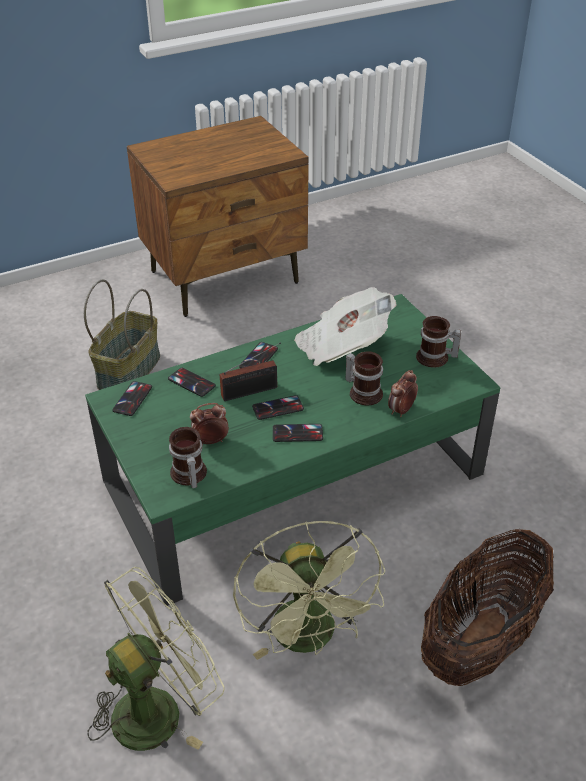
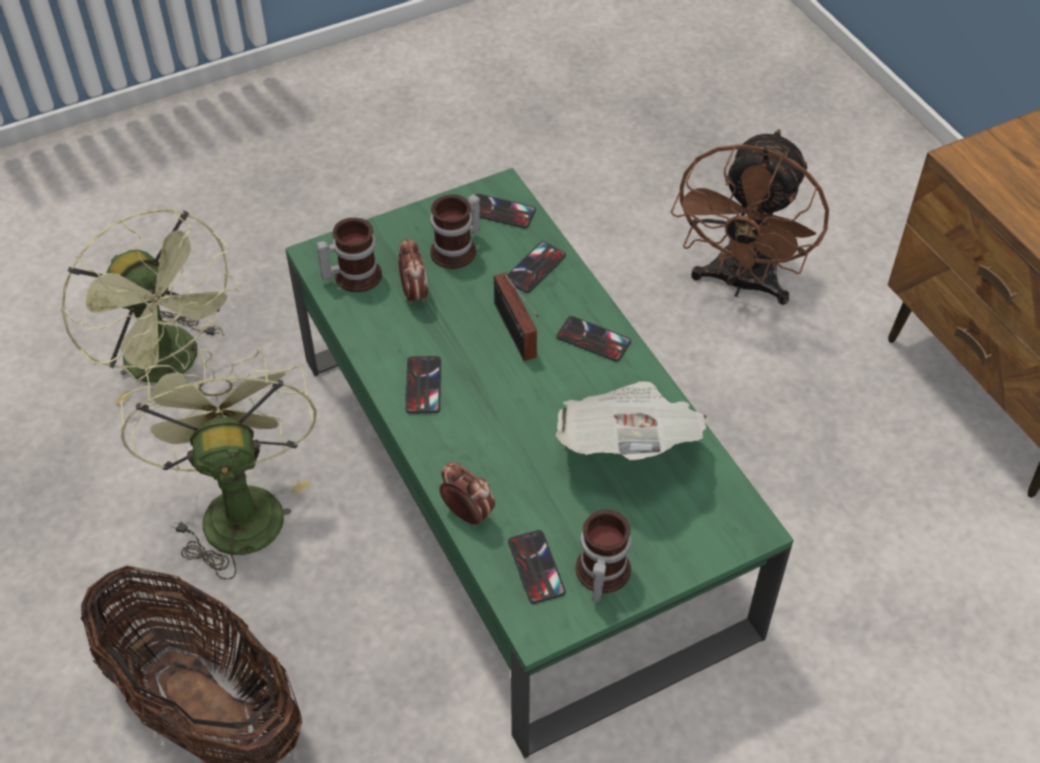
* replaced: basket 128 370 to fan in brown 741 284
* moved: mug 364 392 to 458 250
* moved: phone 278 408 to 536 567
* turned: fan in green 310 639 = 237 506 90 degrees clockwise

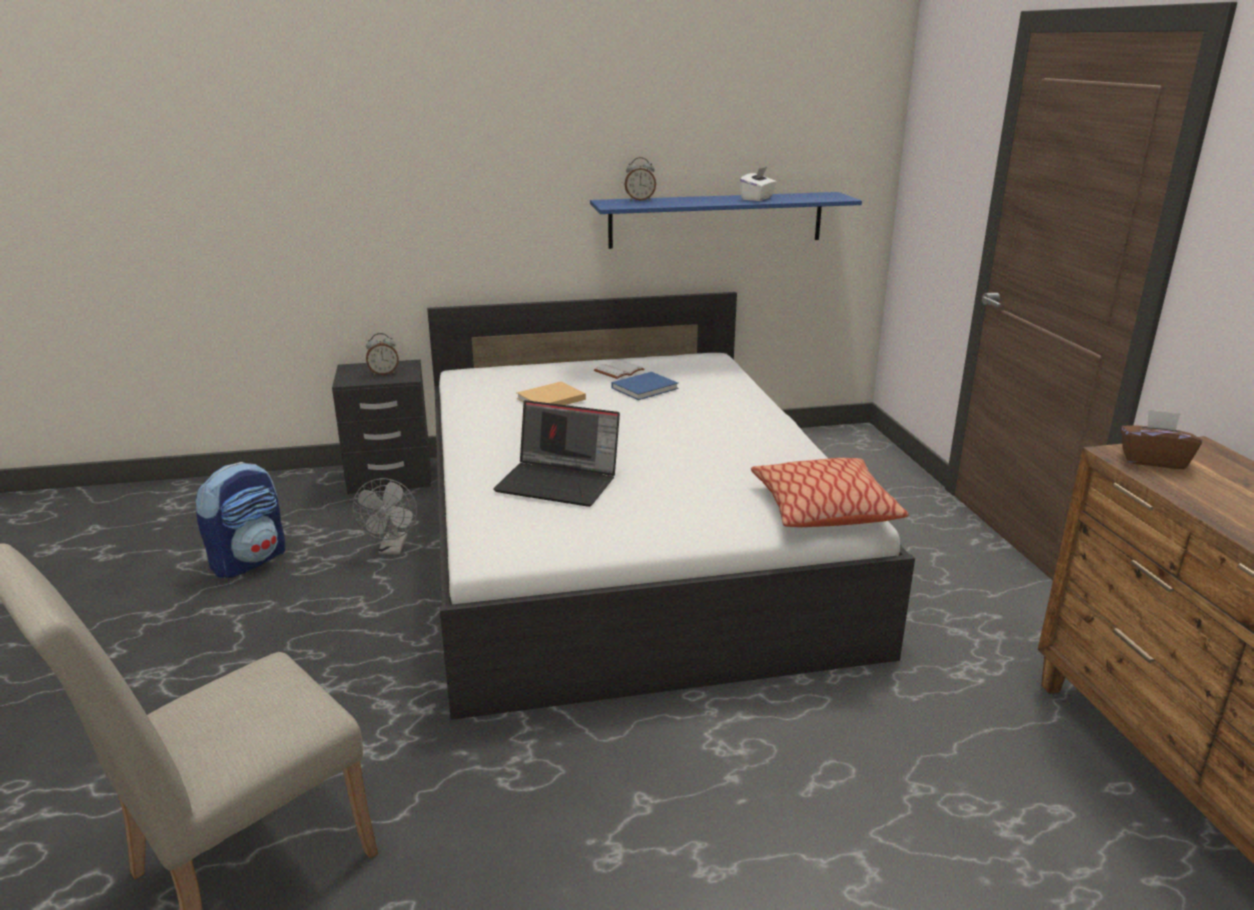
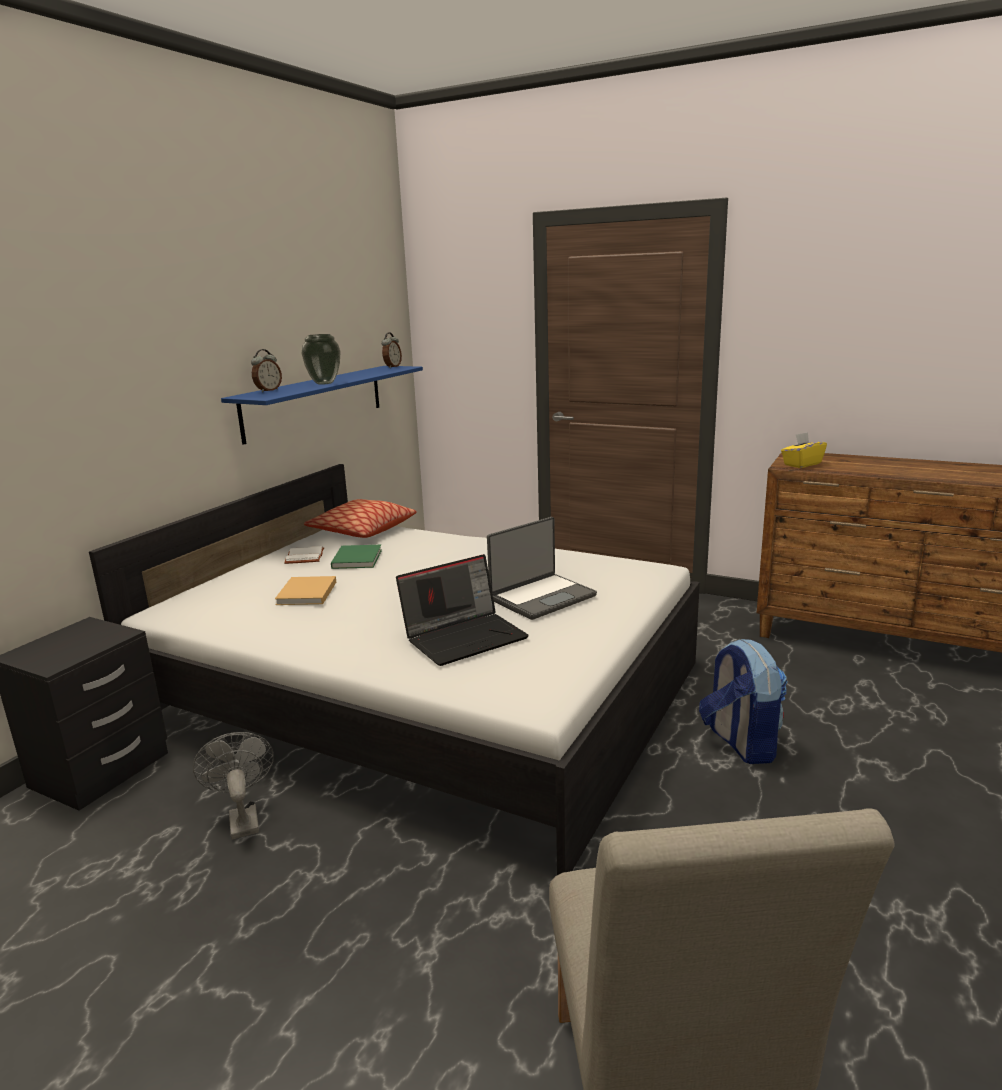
* removed: tissue box in white 757 198
* moved: alarm clock 384 373 to 392 367
* recoloured: book in blue 646 388 to book in green 357 558
* recoloured: tissue box in brown 1153 460 to tissue box in yellow 802 464
* moved: pillow 823 509 to 362 530
* moved: backpack 249 560 to 740 743
* turned: fan in grey 392 549 = 242 818 150 degrees counterclockwise
* added: vase 325 383
* added: laptop 542 597

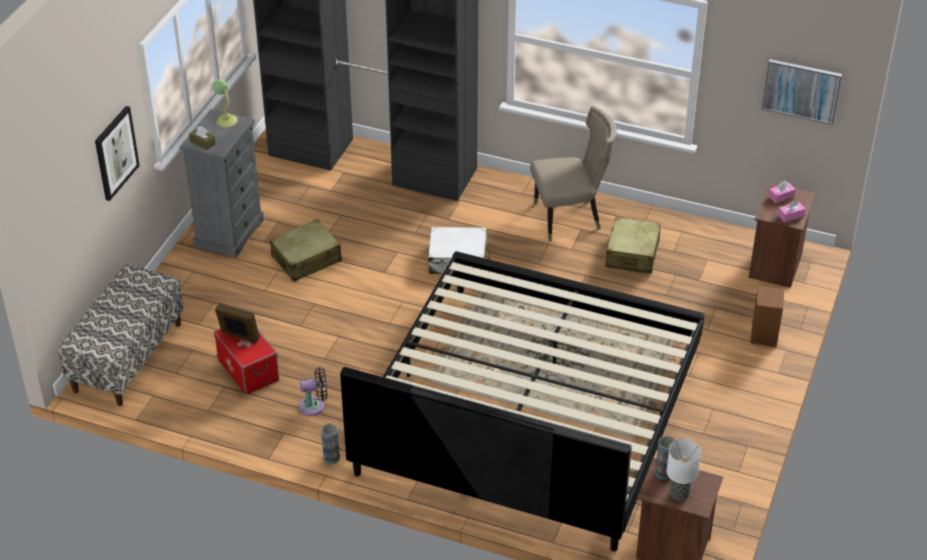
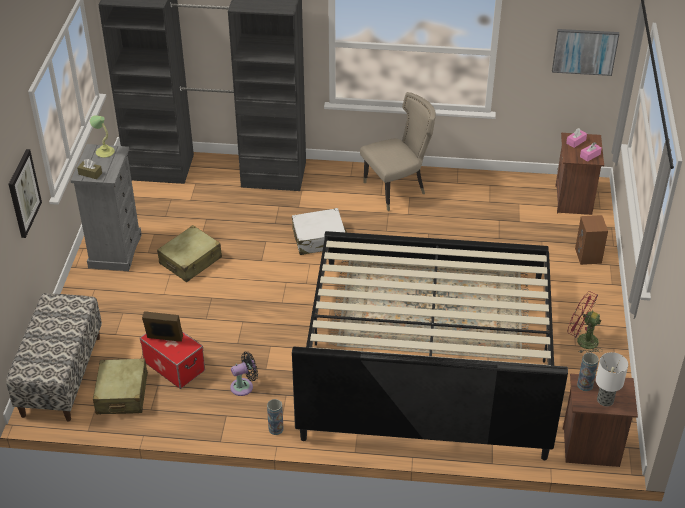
* moved: suitcase in beige 632 254 to 122 394
* added: fan in red 582 340

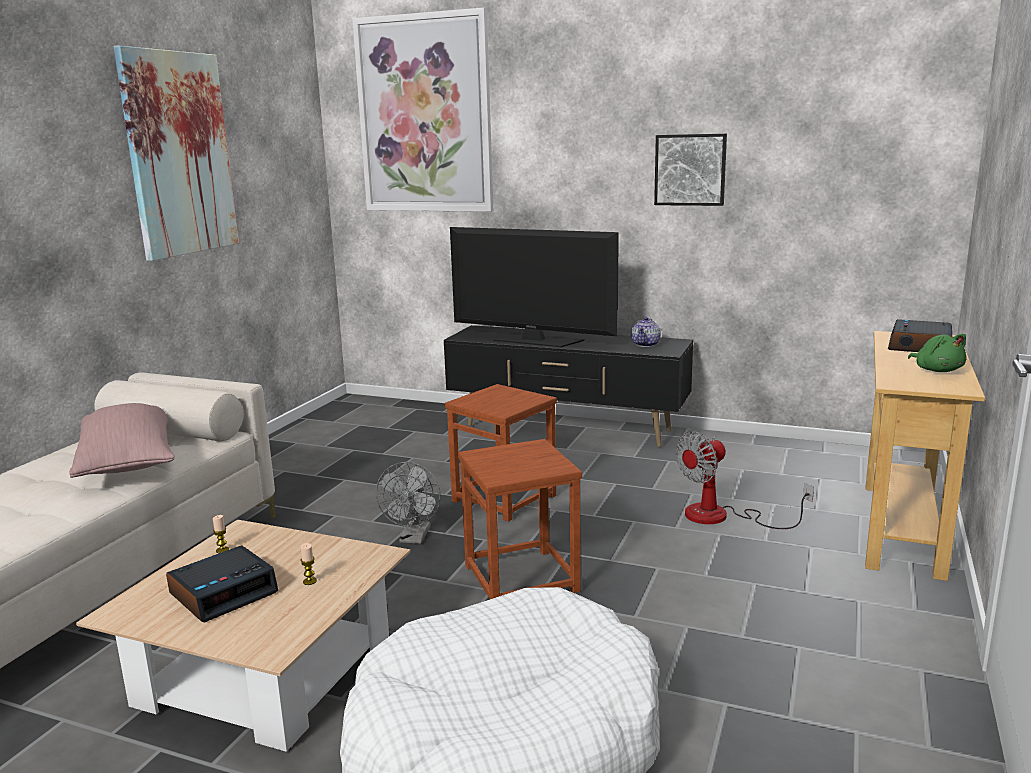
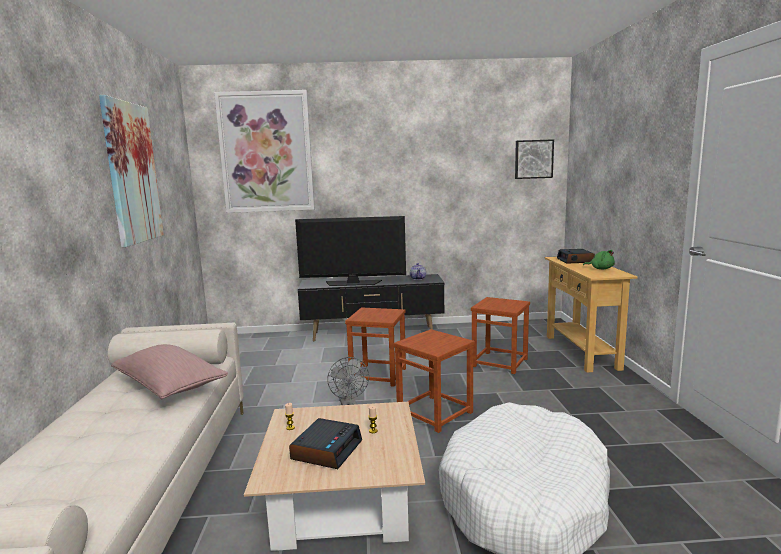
* moved: picture 690 169 to 533 159
* replaced: fan 722 517 to stool in brown 500 362

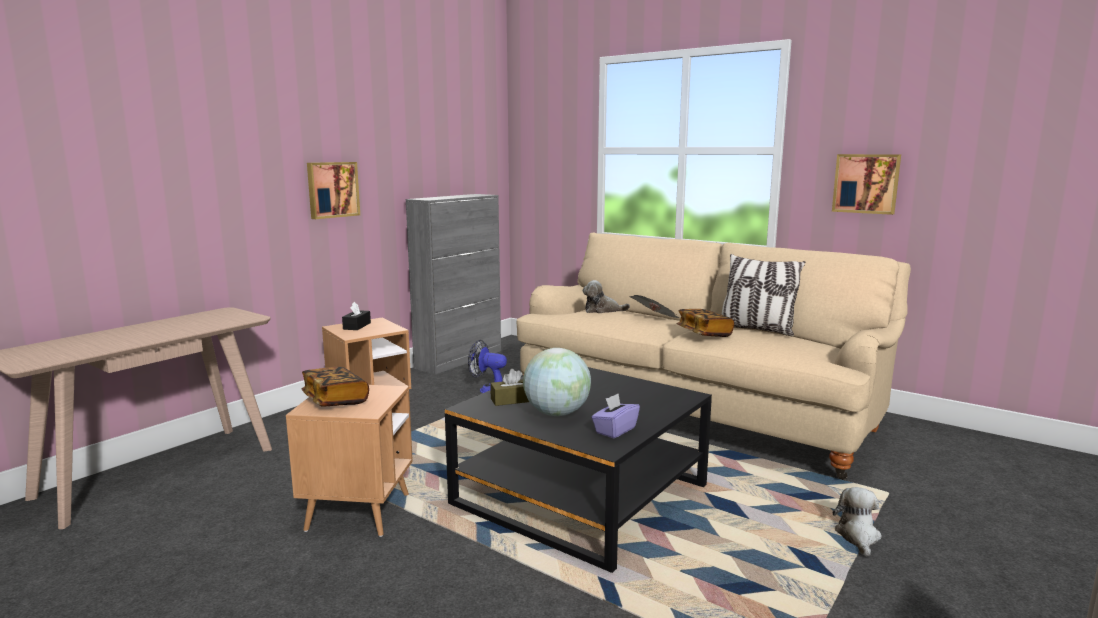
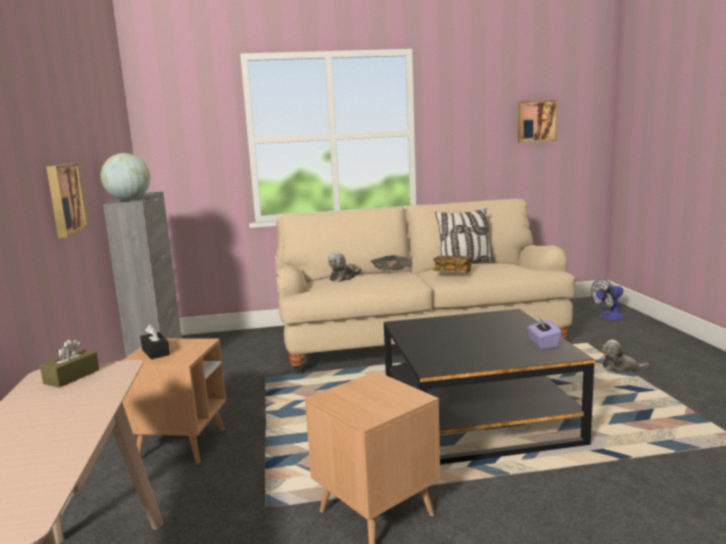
* moved: picture 866 183 to 536 121
* moved: fan 489 389 to 608 317
* moved: globe 556 413 to 129 200
* removed: book 335 400
* moved: tissue box in brown 511 400 to 72 377
* turned: plush toy 858 537 = 620 368 45 degrees counterclockwise

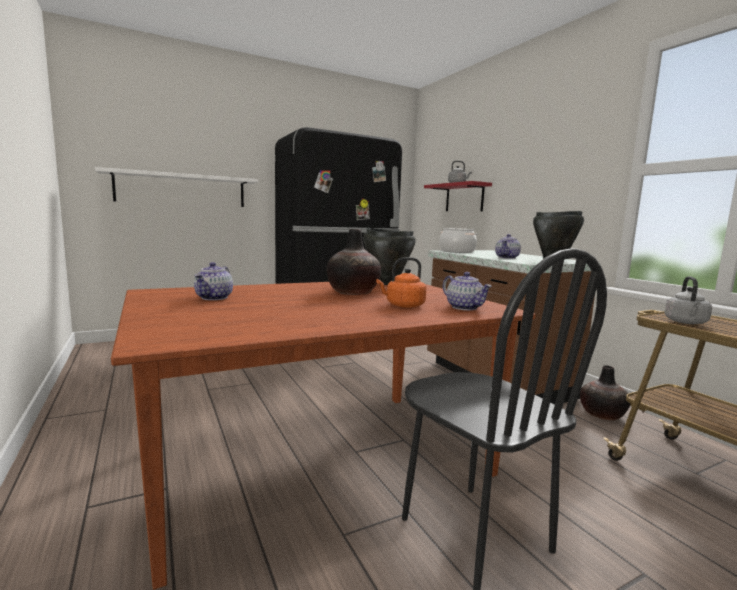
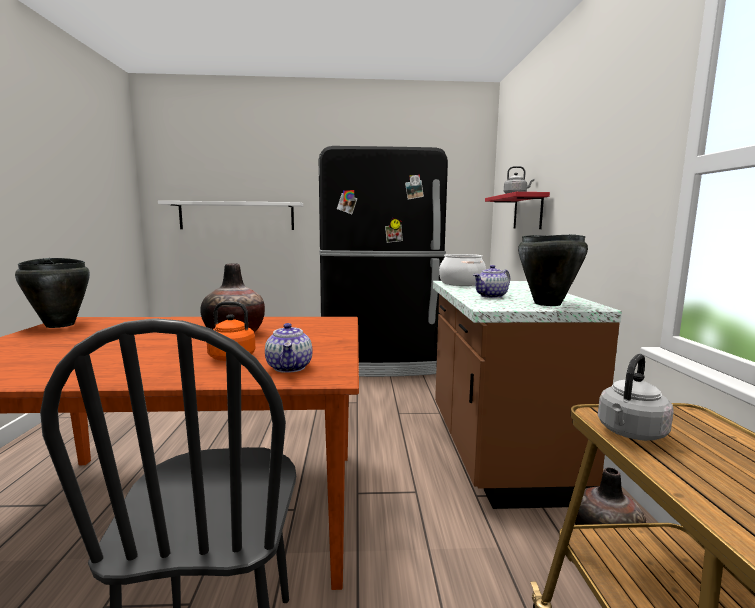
* moved: cooking pot in black 386 283 to 60 325
* removed: teapot 214 298

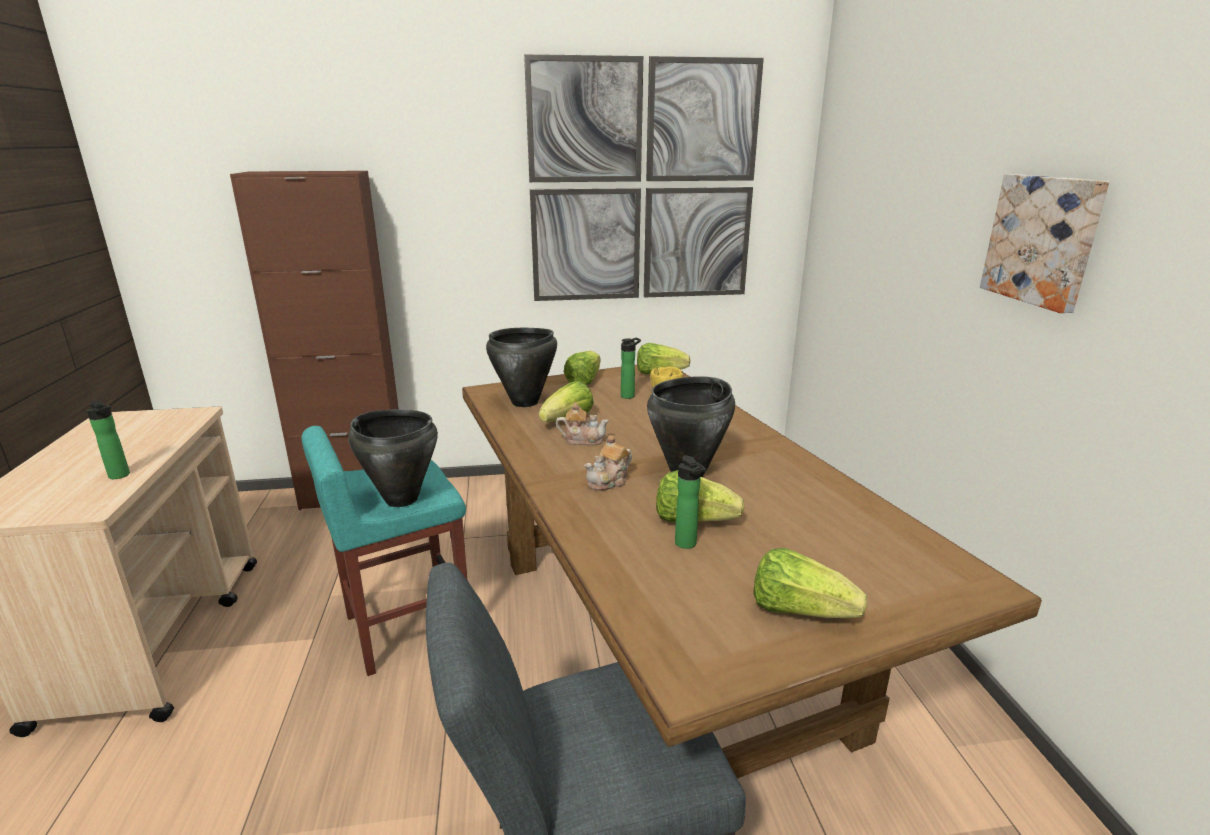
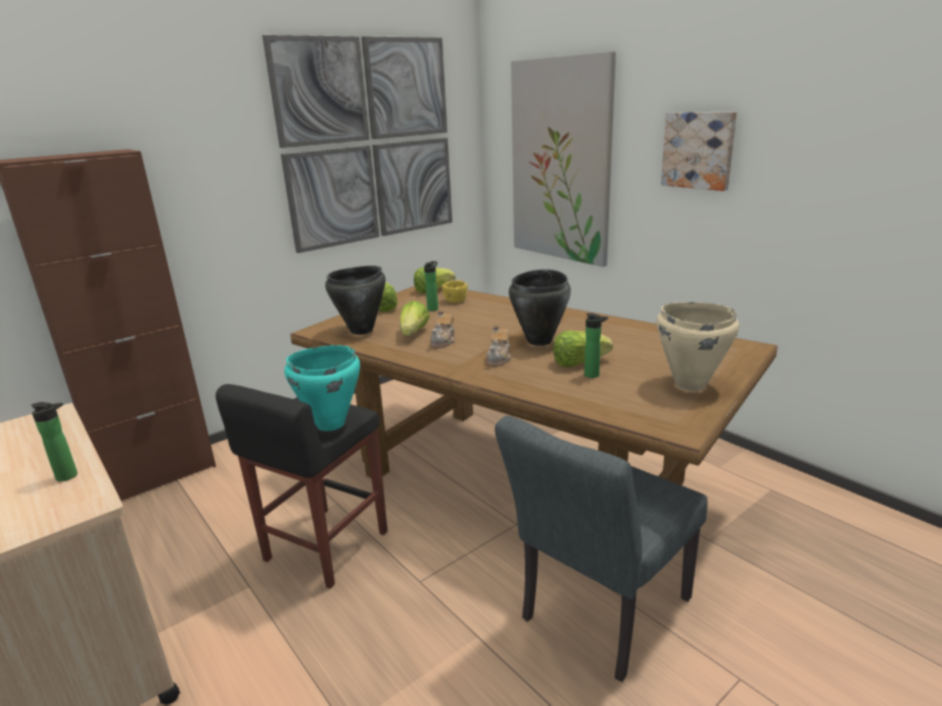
* turned: teapot 583 440 = 443 341 135 degrees clockwise
* recoloured: cooking pot in black 401 499 to cooking pot in turquoise 330 424
* recoloured: stool in turquoise 405 628 to stool in black 325 547
* replaced: lettuce 799 610 to cooking pot in beige 689 384
* added: picture 560 162

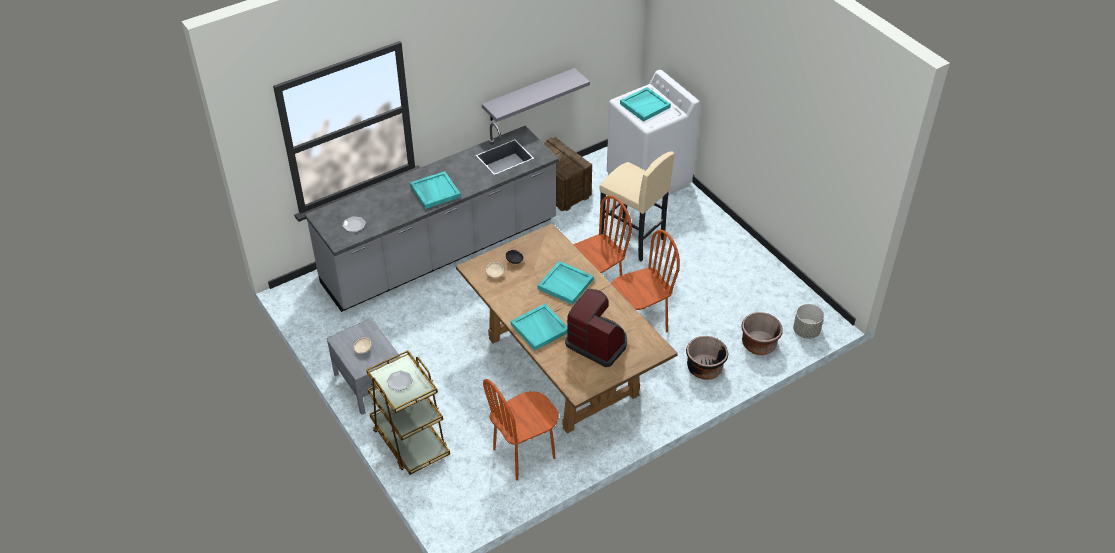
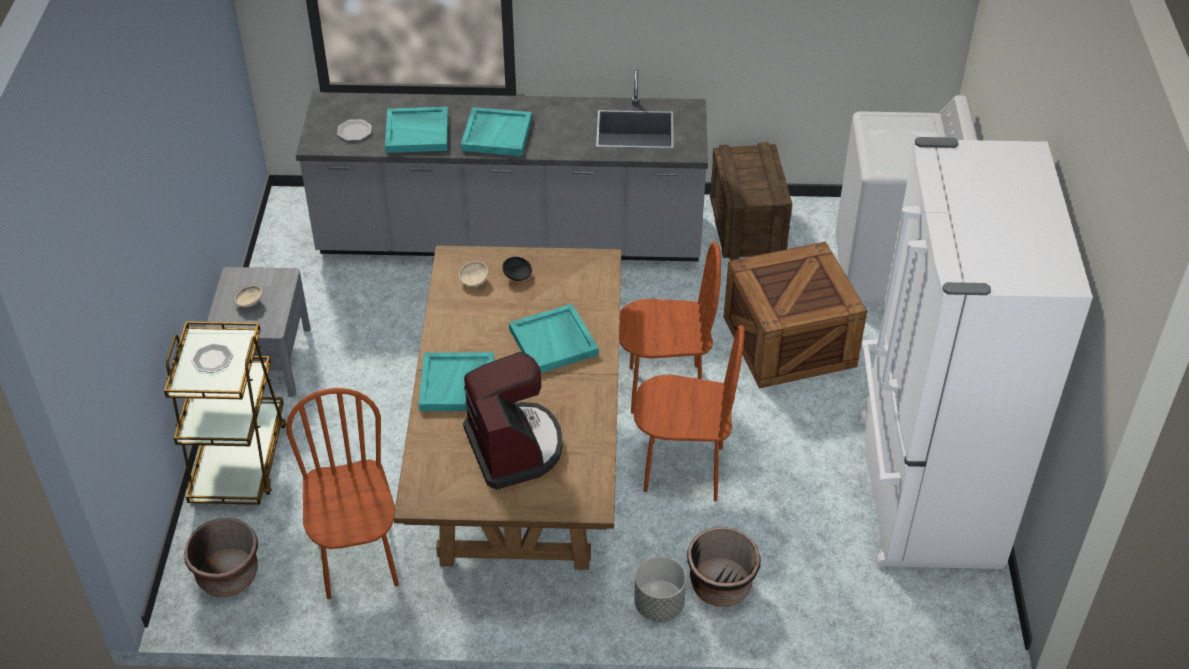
* removed: shelf in grey 529 95
* moved: tray in turquoise 645 105 to 418 132
* replaced: stool in beige 632 239 to crate 788 343
* moved: planter in grey 806 331 to 659 605
* moved: planter in brown 758 344 to 228 575
* turned: chair in brown 524 454 = 358 561 75 degrees clockwise
* added: fridge in white 923 491

